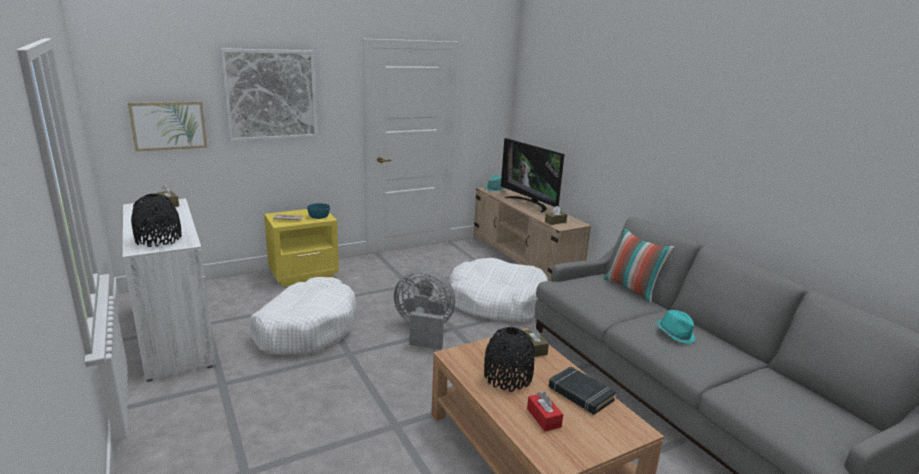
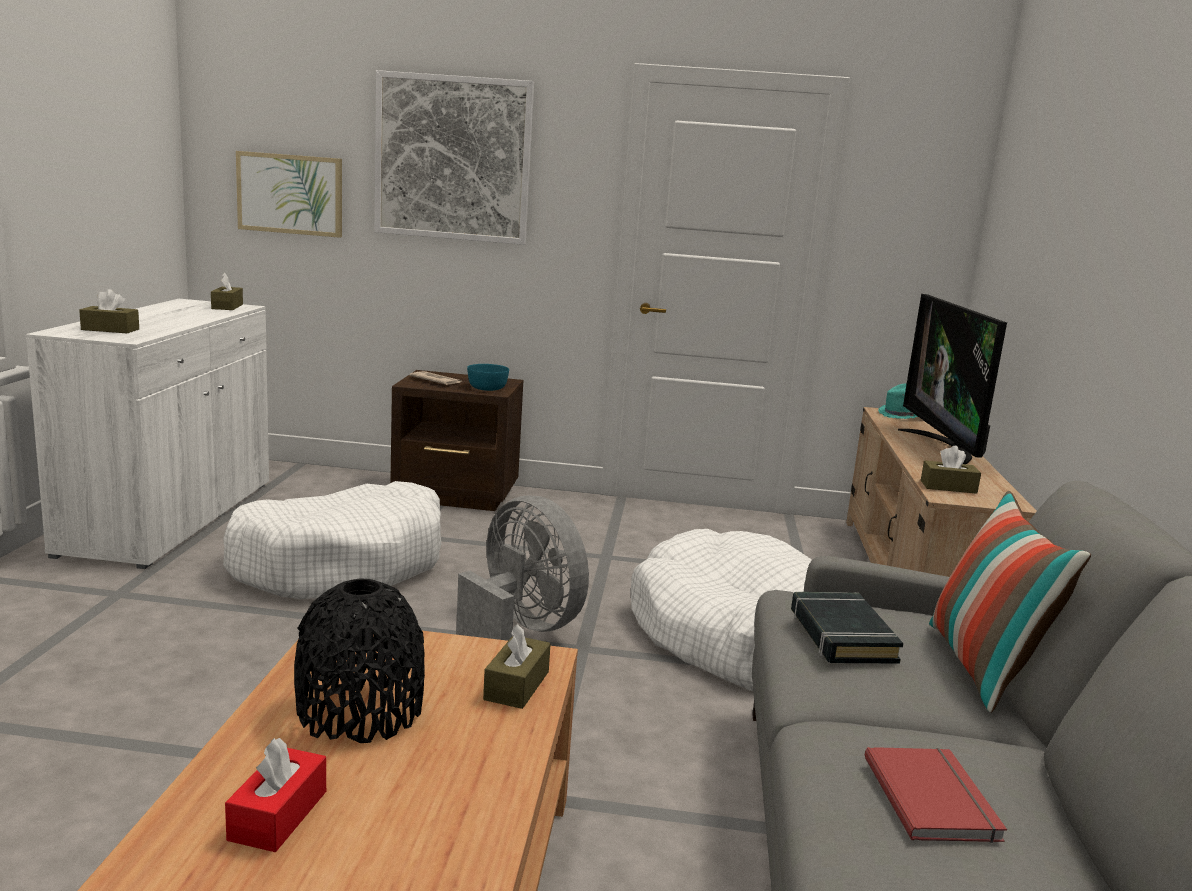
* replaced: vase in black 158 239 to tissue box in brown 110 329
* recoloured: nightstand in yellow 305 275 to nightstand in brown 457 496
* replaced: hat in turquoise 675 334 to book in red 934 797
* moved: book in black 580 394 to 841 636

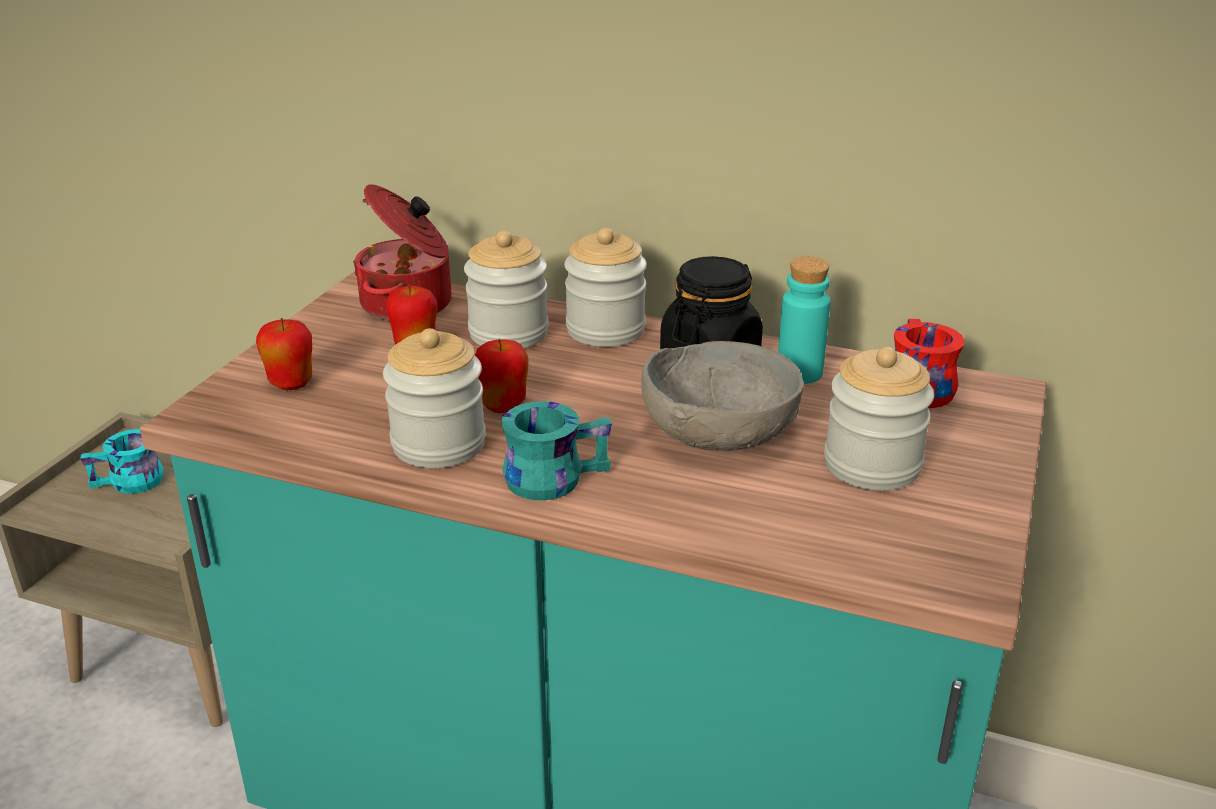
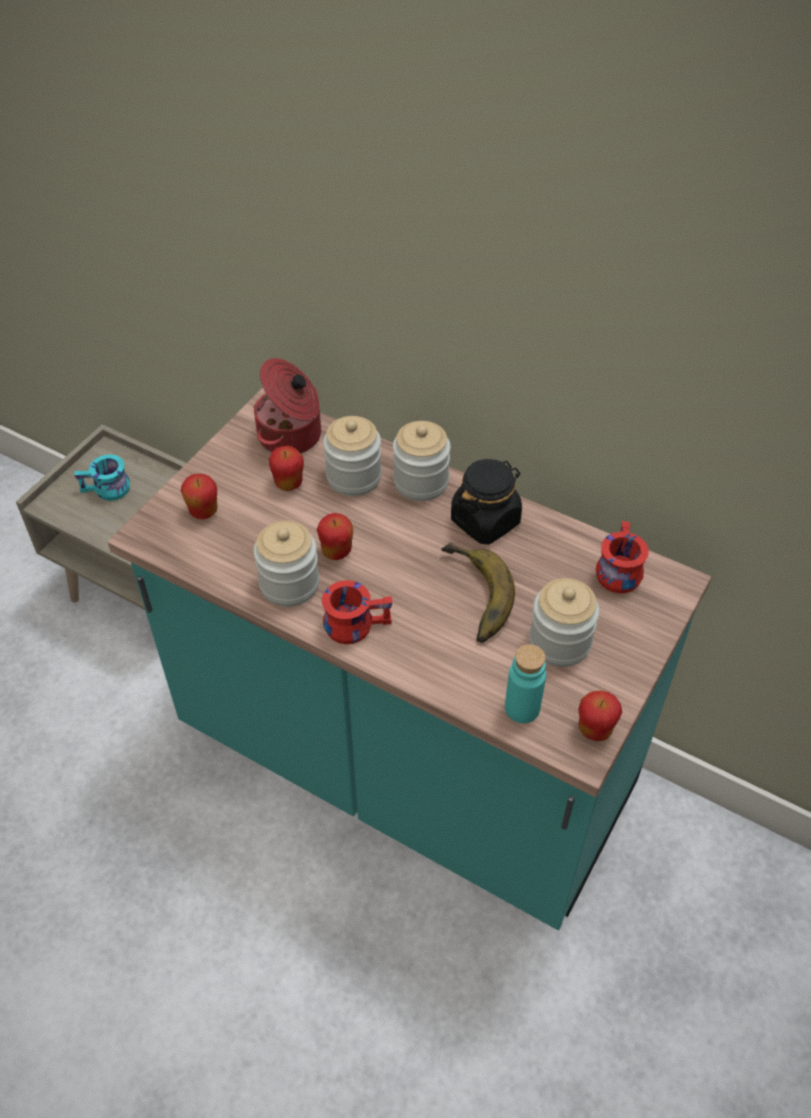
* moved: bottle in turquoise 799 373 to 522 708
* replaced: bowl in grey 718 432 to banana 470 597
* recoloured: mug in turquoise 553 474 to mug in red 355 622
* added: apple 595 730

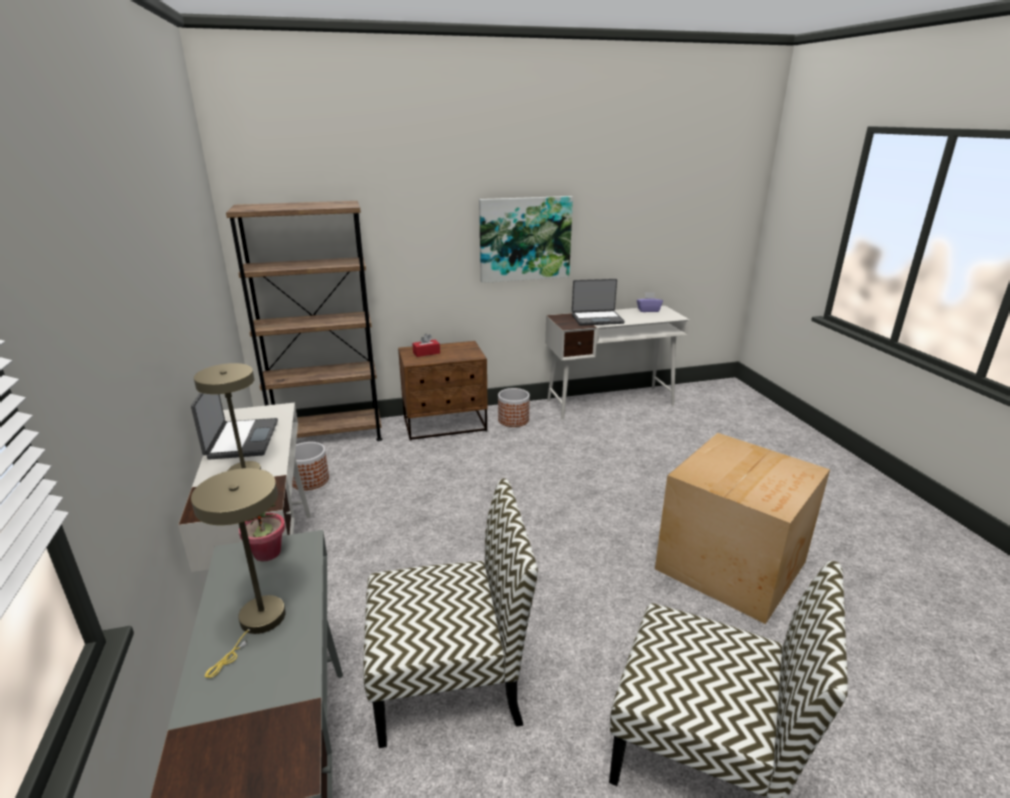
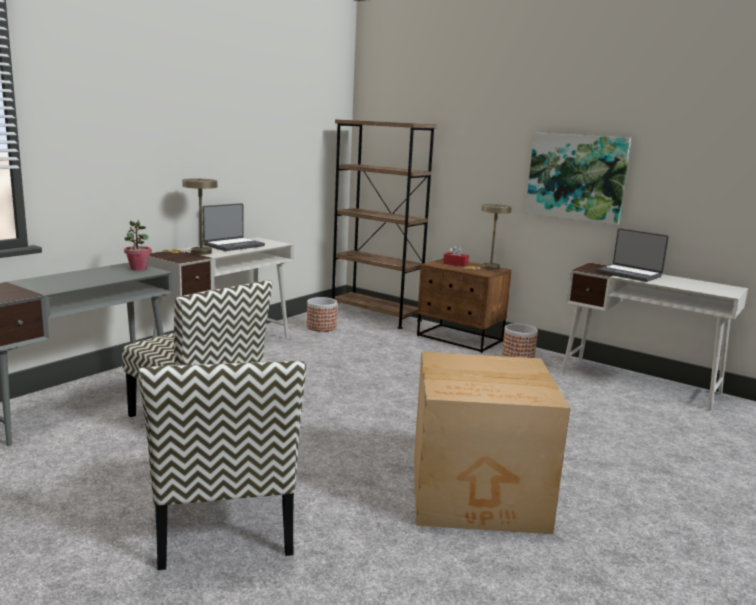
* removed: tissue box in purple 648 310
* moved: table lamp in beige 258 624 to 487 268

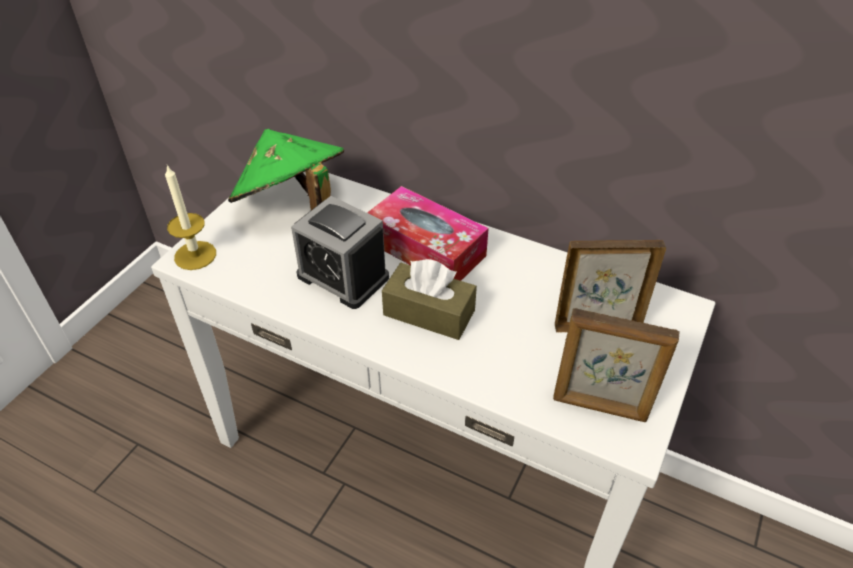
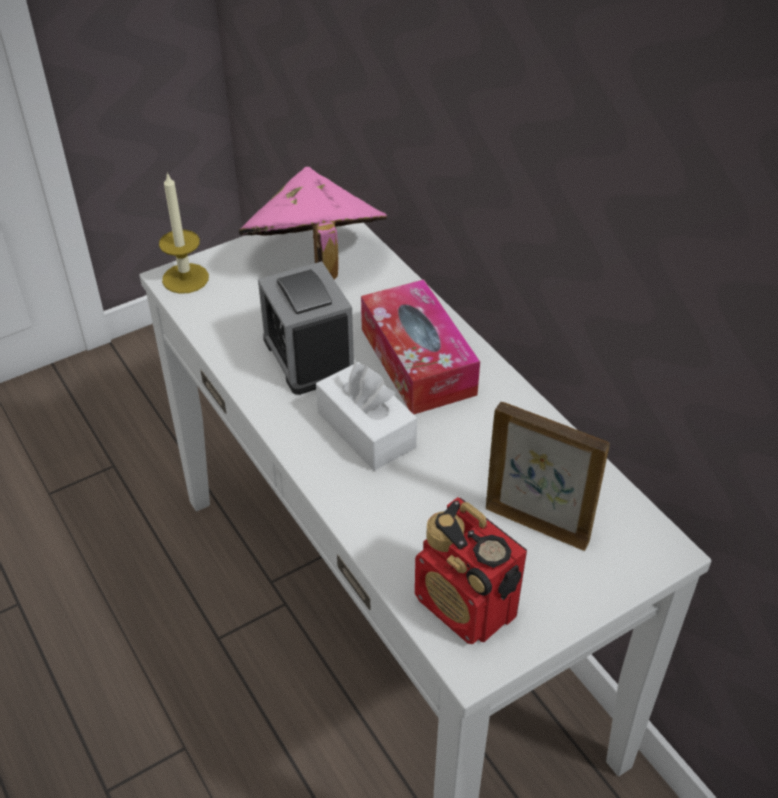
* recoloured: hat in green 292 206 to hat in pink 314 262
* recoloured: tissue box in brown 429 312 to tissue box in white 366 430
* replaced: picture frame 599 407 to radio 466 607

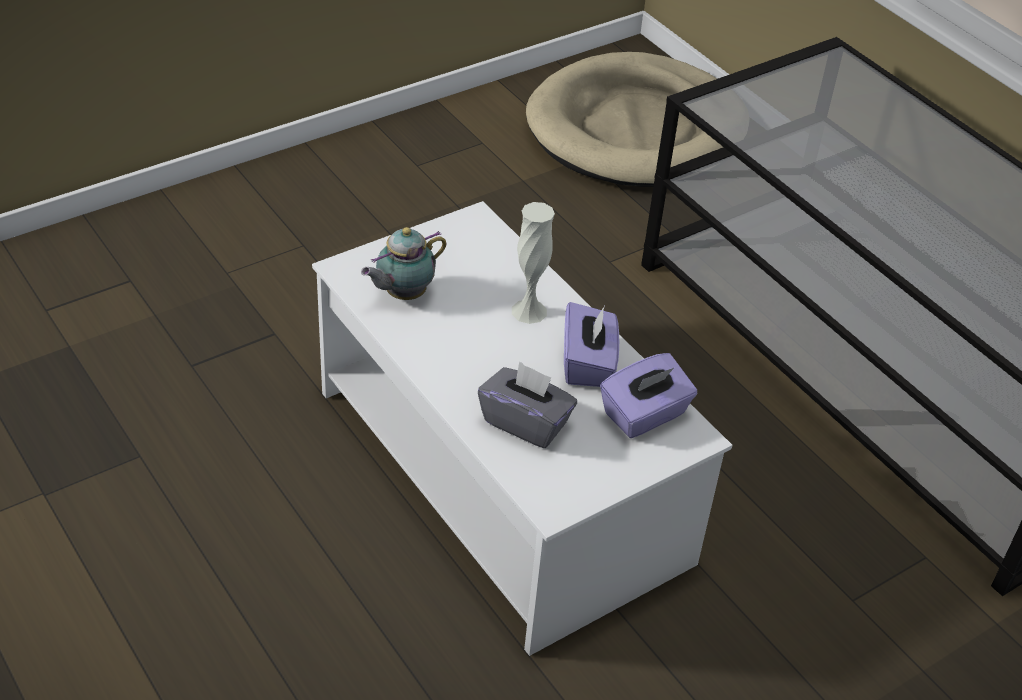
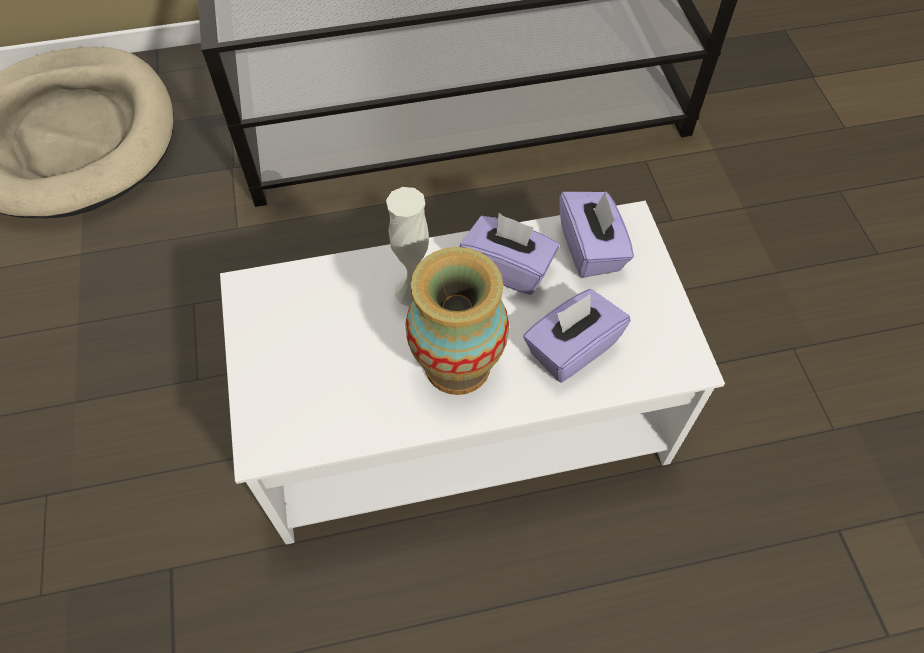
* removed: teapot 403 294
* recoloured: tissue box in grey 525 423 to tissue box in purple 571 348
* added: vase 458 365

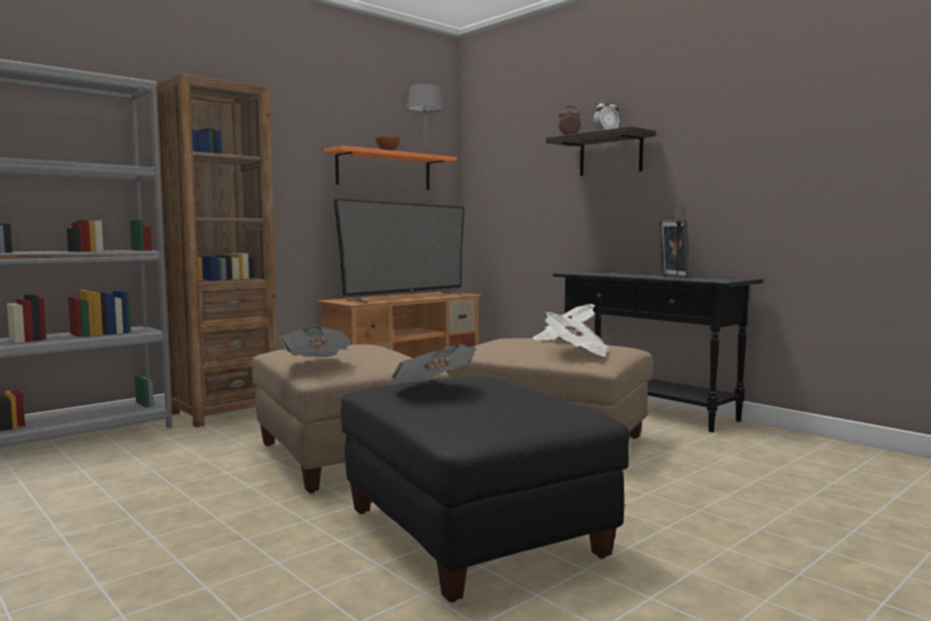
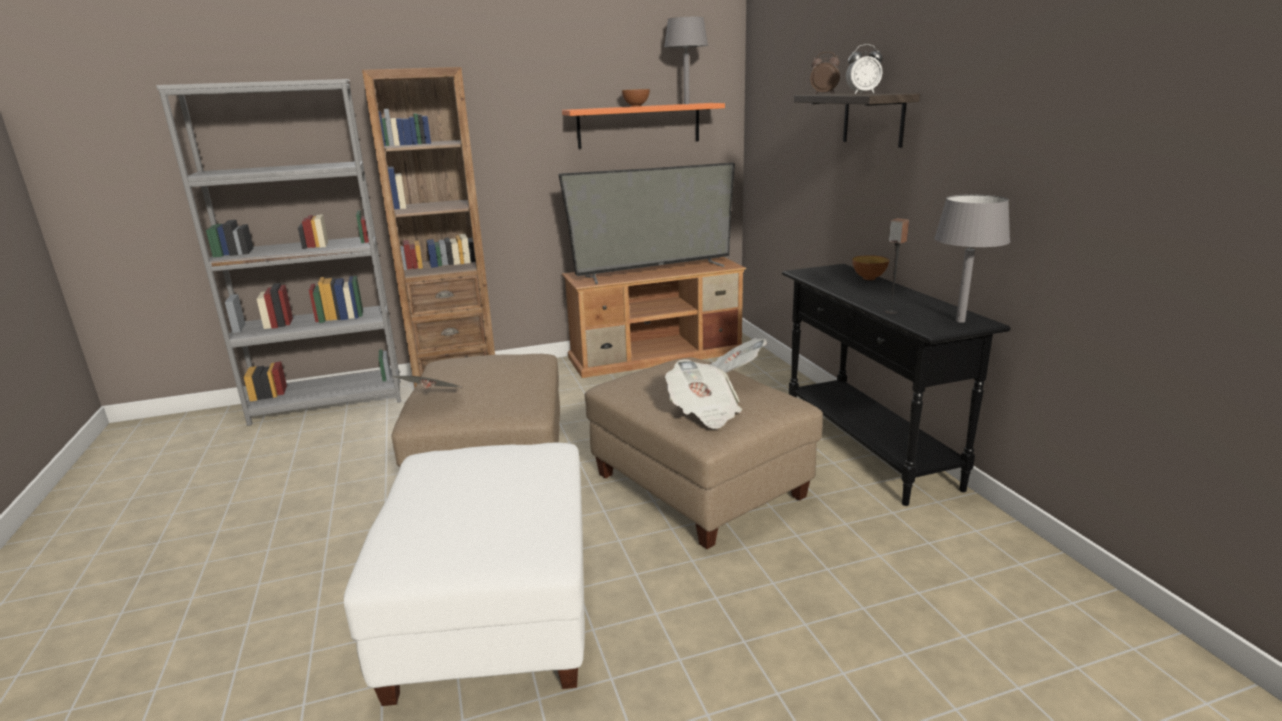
* removed: picture frame 673 276
* removed: newspaper 432 389
* recoloured: ottoman in black 471 532 to ottoman in white 492 613
* added: table lamp in grey 960 321
* added: bowl 869 278

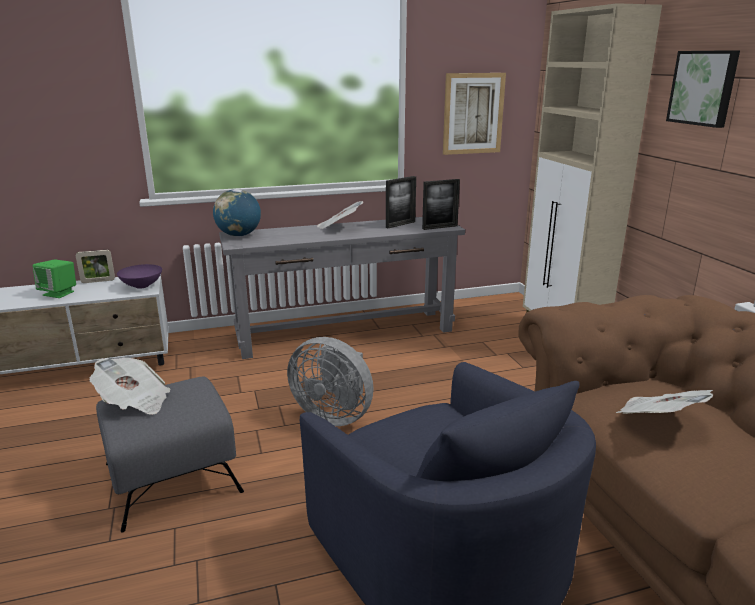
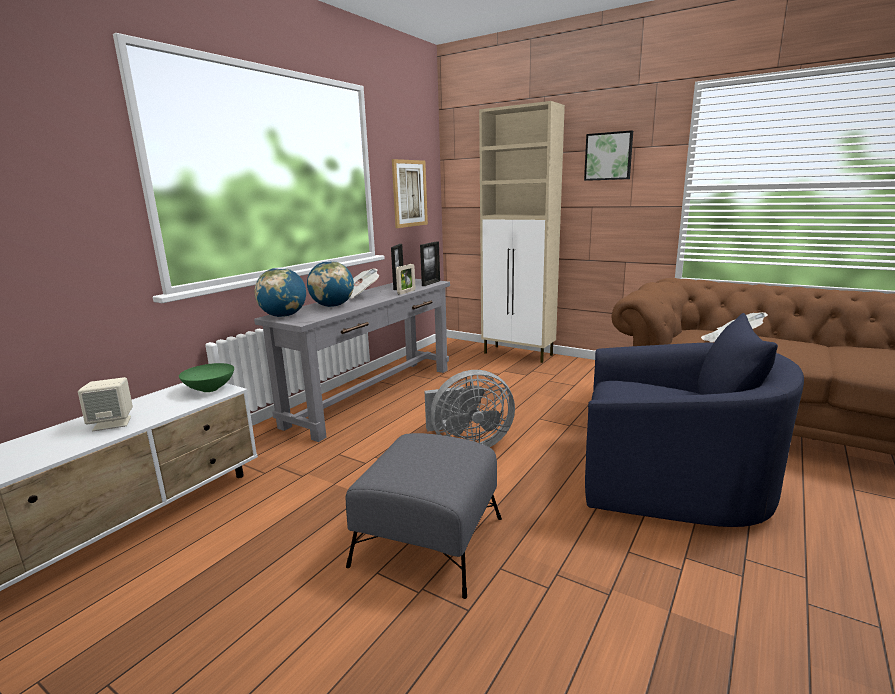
* moved: picture frame 98 281 to 406 292
* recoloured: speaker in green 59 293 to speaker in beige 113 423
* recoloured: bowl in purple 142 286 to bowl in green 211 389
* removed: newspaper 134 402
* added: globe 332 306

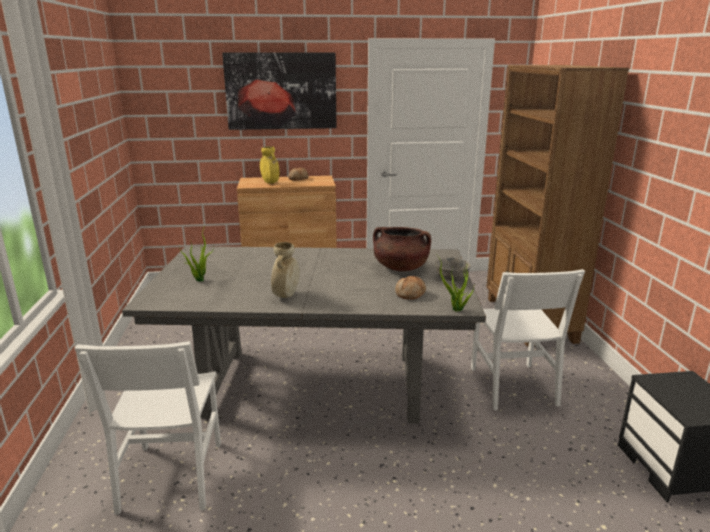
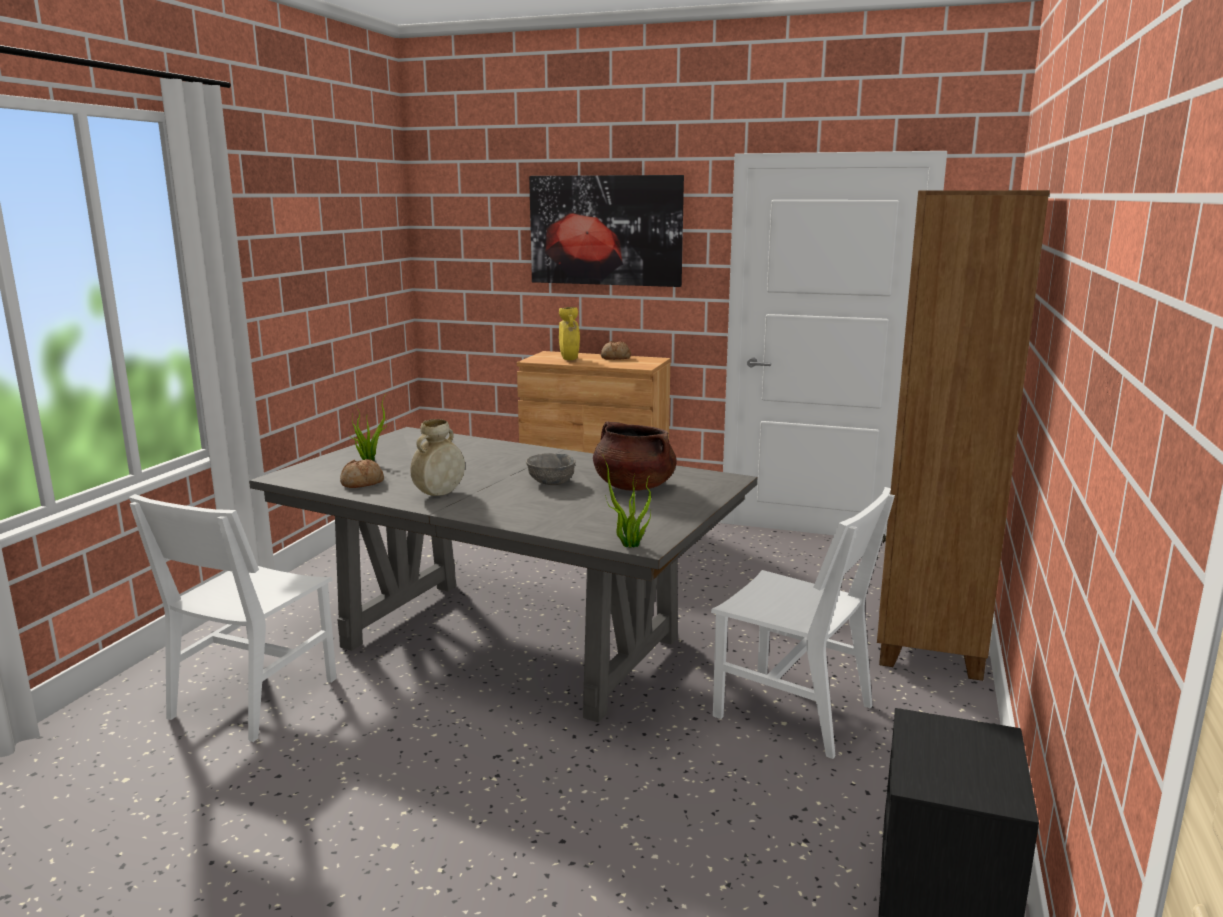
* moved: bowl in grey 451 279 to 551 482
* turned: chair in white 512 386 = 793 711 75 degrees counterclockwise
* moved: bread 410 294 to 362 483

